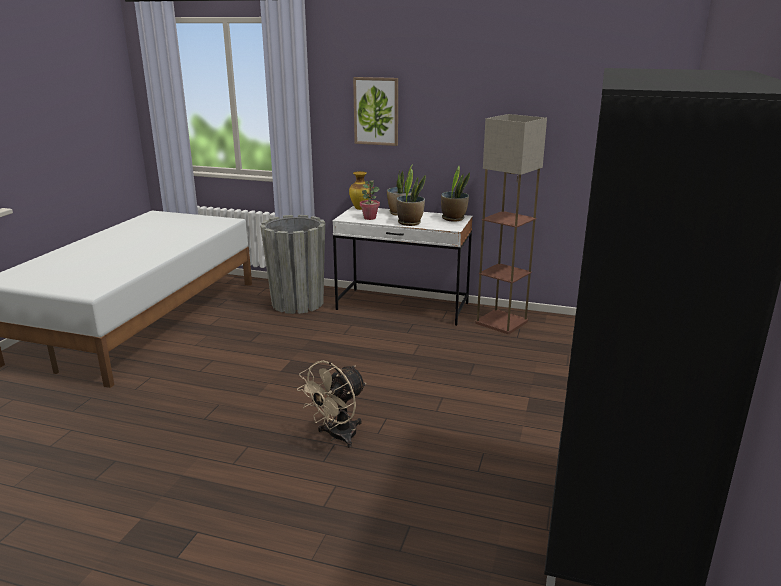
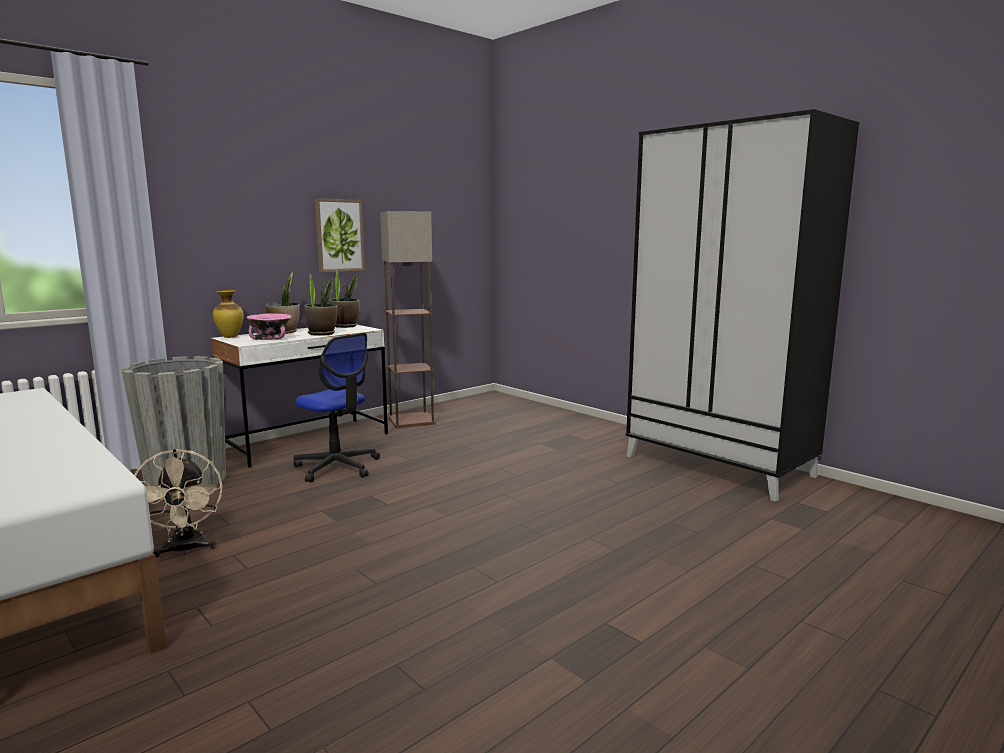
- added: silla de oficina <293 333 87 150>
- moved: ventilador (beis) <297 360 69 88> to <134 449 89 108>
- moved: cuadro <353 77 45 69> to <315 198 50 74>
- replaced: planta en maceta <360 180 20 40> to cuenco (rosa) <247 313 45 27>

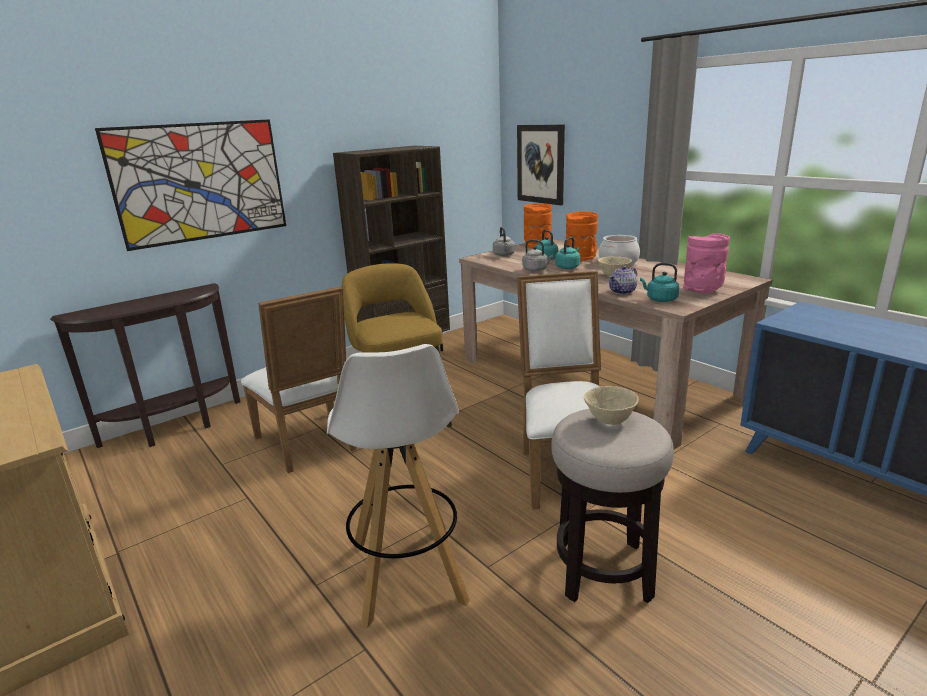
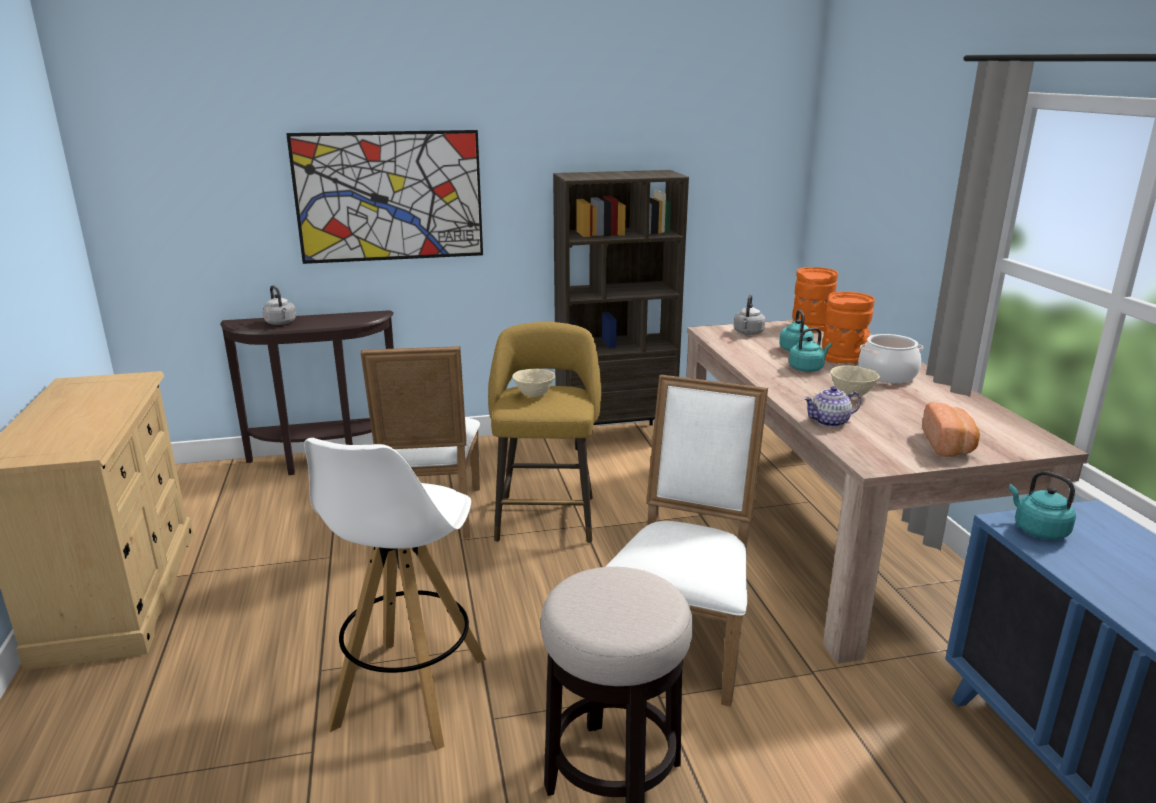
- removed: cuadro <517 125 48 80>
- moved: hervidor (gris) <523 240 30 31> to <263 285 33 40>
- moved: cuenco (beis) <584 386 54 39> to <512 369 43 28>
- moved: hervidor (turquesa) <640 263 39 39> to <1009 471 67 69>
- replaced: florero (rosa) <683 233 47 61> to pan <922 402 58 55>

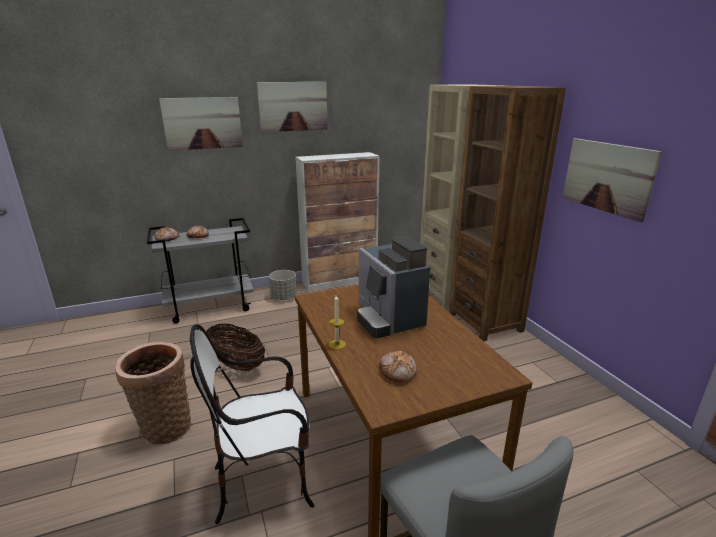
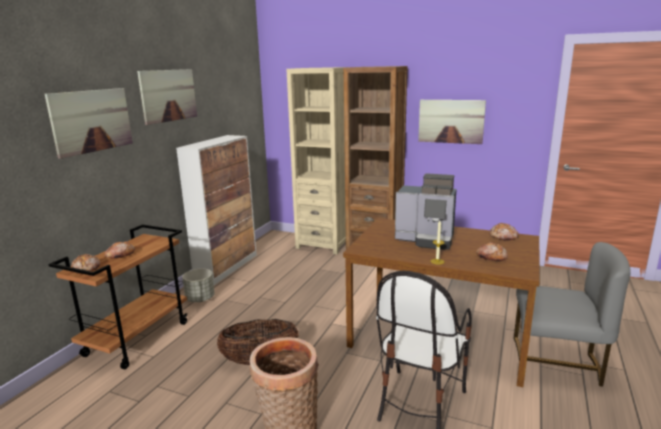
- added: pan <489 223 30 18>
- recoloured: carrito (gris) <147 218 107 106> to carrito (marrón) <48 224 139 145>

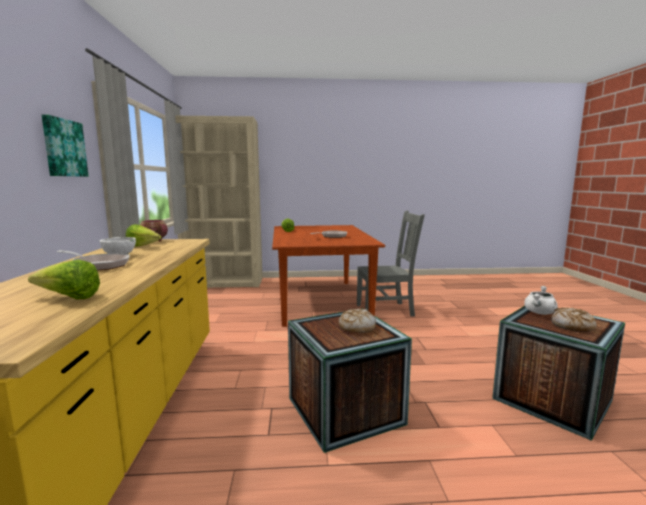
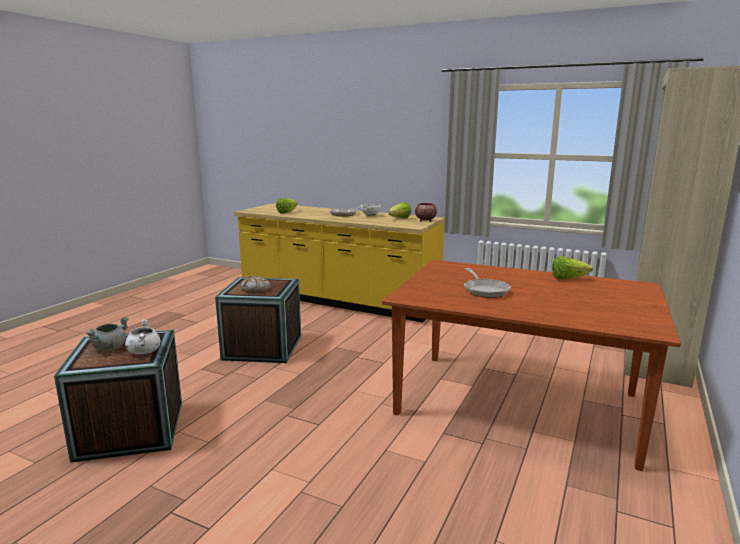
- removed: cuadro <42 115 47 62>
- removed: silla (gris) <357 211 68 106>
- replaced: pan <551 307 45 25> to olla (gris) <86 317 43 34>

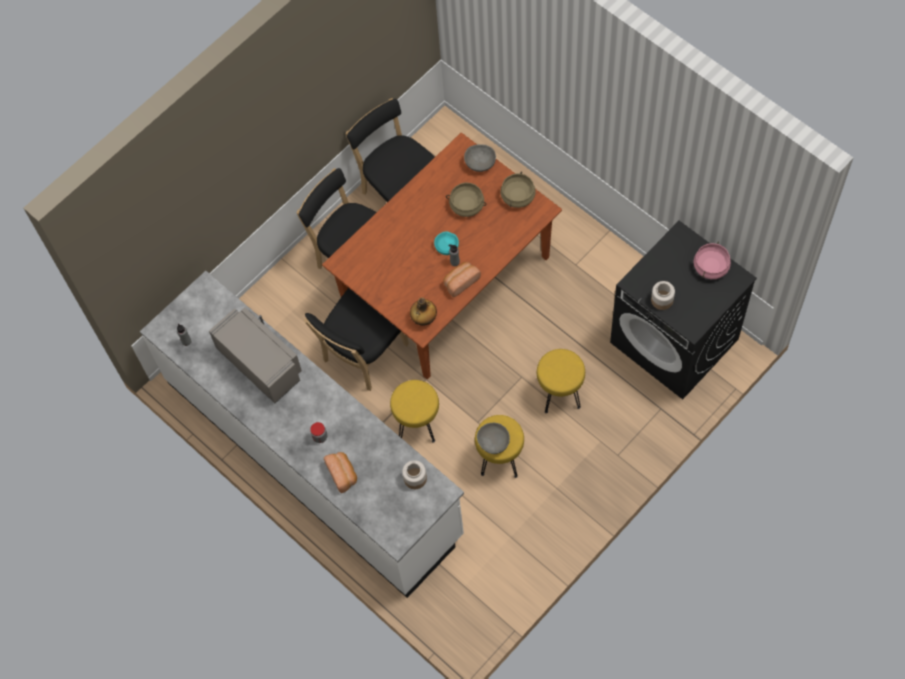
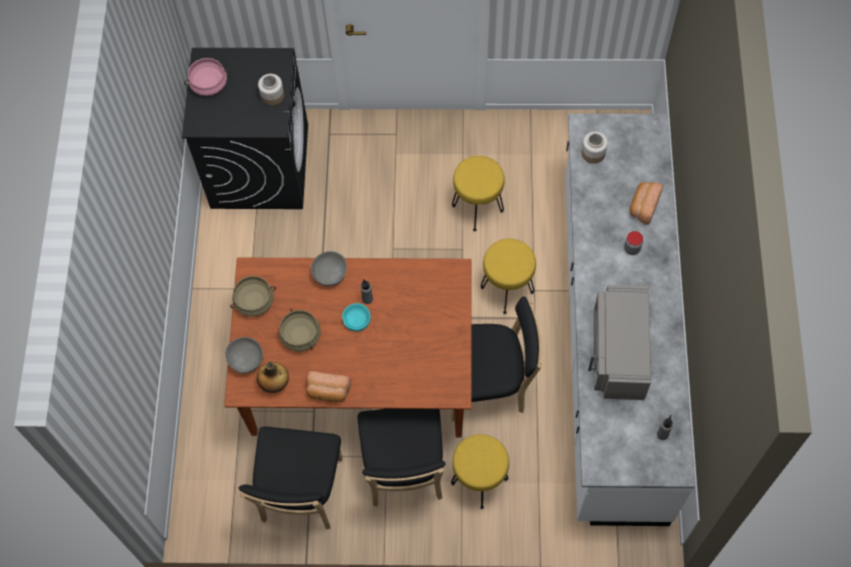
- moved: botella <410 297 27 29> to <257 361 32 32>
- moved: pan <443 262 38 35> to <307 371 44 32>
- moved: cuenco (gris) <477 423 33 31> to <311 251 36 35>
- moved: taburete (amarillo) <537 349 48 64> to <451 434 58 75>

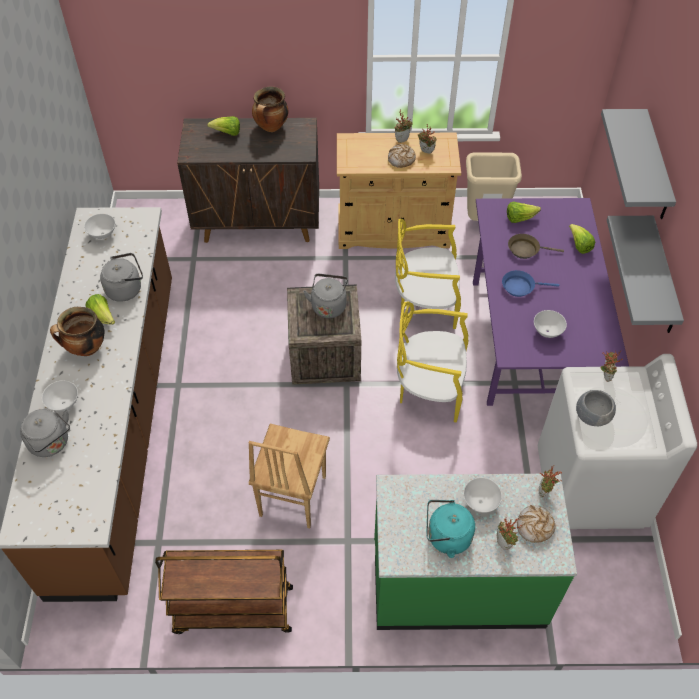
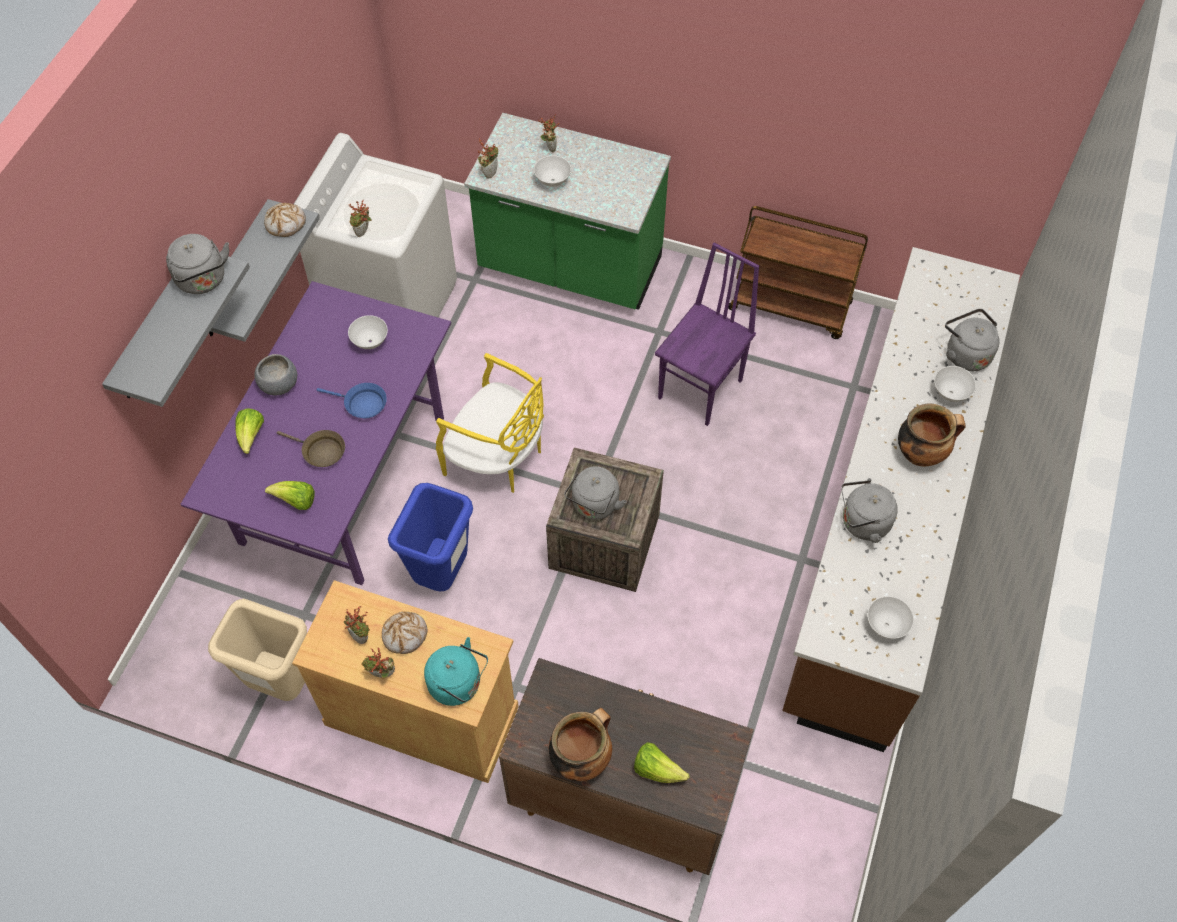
- removed: lechuga <85 294 30 30>
- added: hervidor (gris) <166 234 63 60>
- moved: hervidor (turquesa) <426 500 49 58> to <424 637 64 69>
- moved: pan <517 505 38 38> to <264 203 42 34>
- moved: cuenco (gris) <576 390 40 36> to <254 354 43 42>
- replaced: silla (amarillo) <395 219 66 110> to papelera (azul) <388 483 85 109>
- recoloured: silla (marrón) <248 424 82 104> to silla (morado) <655 243 104 183>

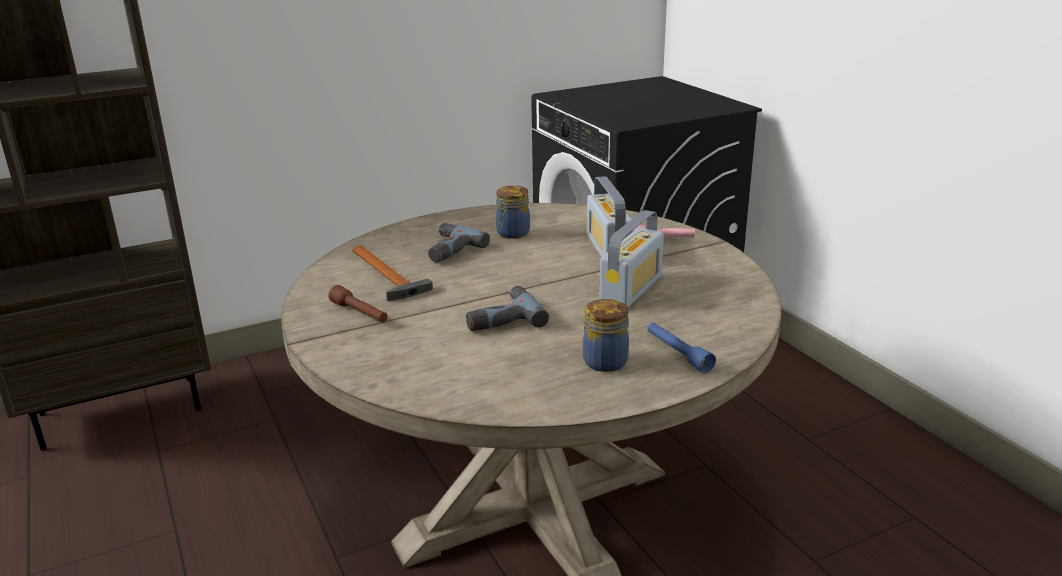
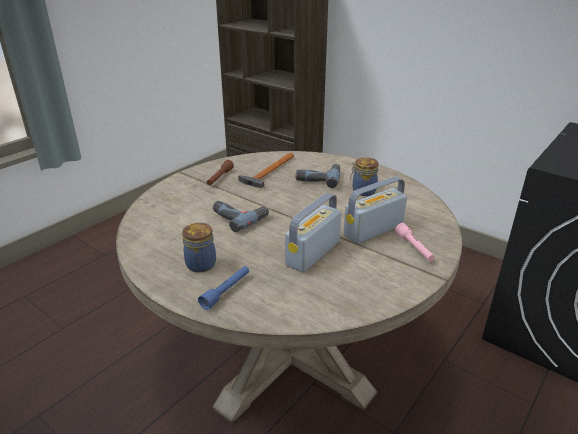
- turned: radio <599 210 65 97> = <285 193 56 79> 120 degrees clockwise

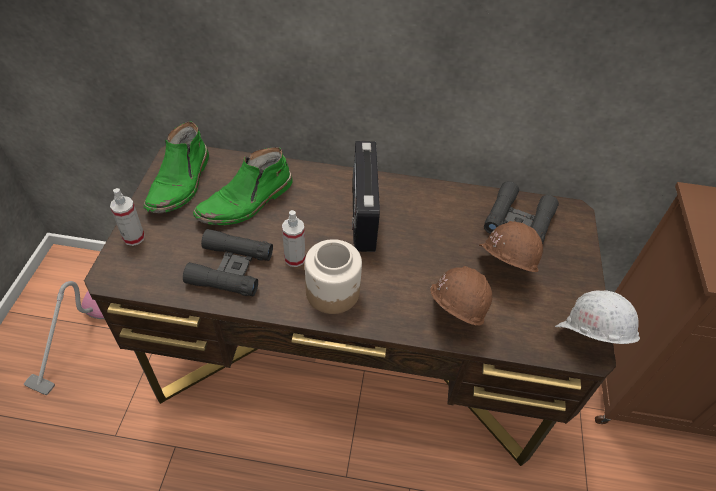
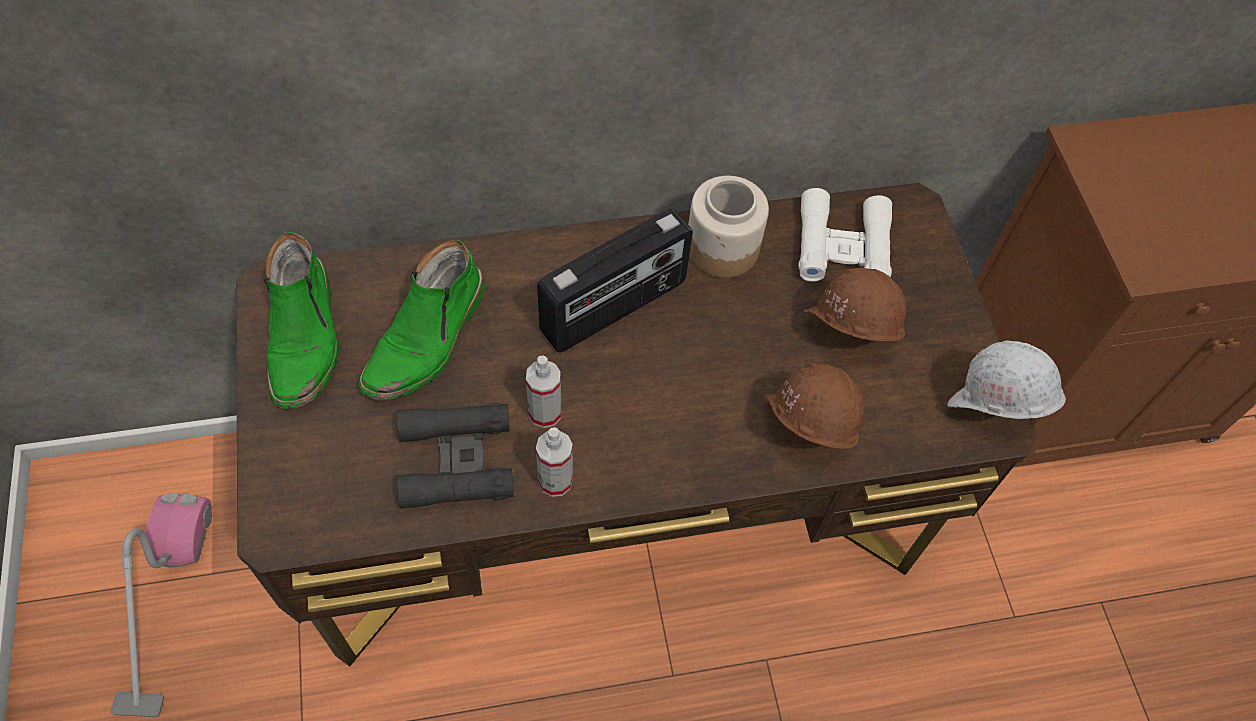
- moved: pulverizador <110 188 35 58> to <536 427 37 70>
- moved: tarro <305 239 57 75> to <688 176 81 102>
- recoloured: prismáticos (negro) <484 181 75 63> to prismáticos (blanco) <798 188 94 94>
- turned: radio <352 141 28 111> = <537 208 156 144> 105 degrees counterclockwise

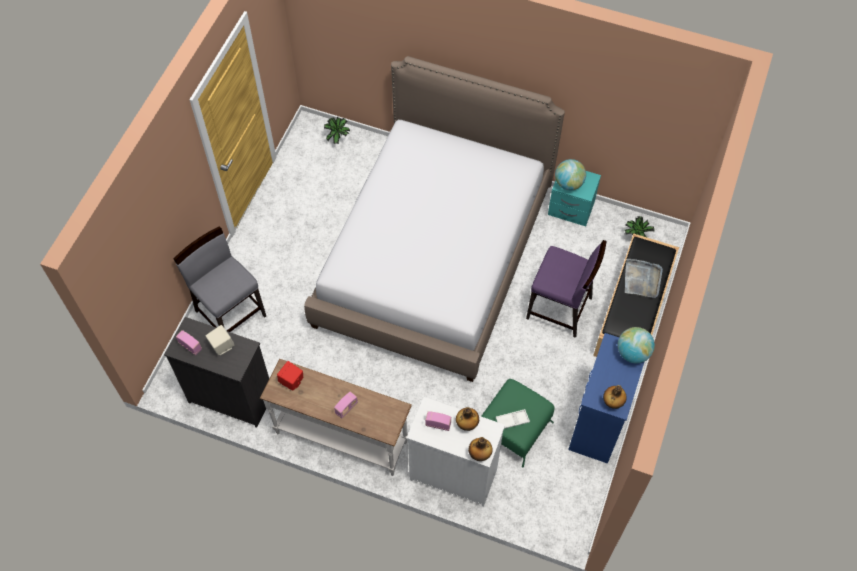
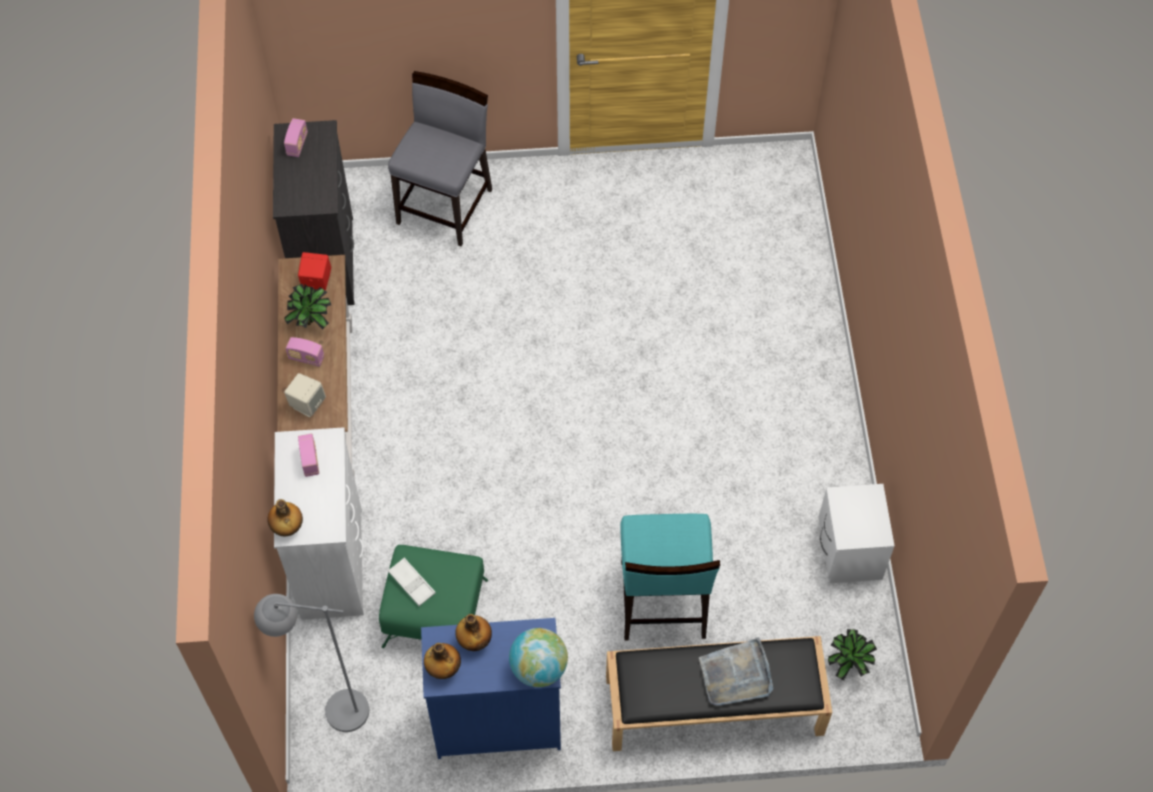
- removed: cama <304 56 261 326>
- removed: globo terráqueo <555 159 31 31>
- added: lámpara de pie (gris) <254 594 115 138>
- moved: altavoz (beis) <206 325 28 30> to <284 373 42 44>
- moved: planta en maceta <324 116 26 28> to <284 284 47 46>
- moved: botella <456 407 23 24> to <455 614 37 37>
- recoloured: silla (morado) <526 240 81 98> to silla (turquesa) <620 514 100 127>
- recoloured: mesita de noche (turquesa) <548 171 53 55> to mesita de noche (blanco) <818 484 77 99>

